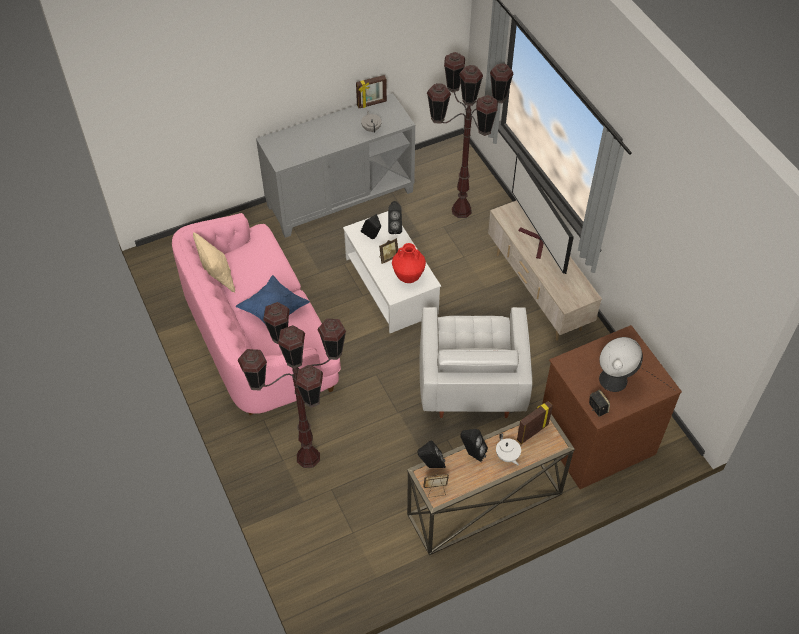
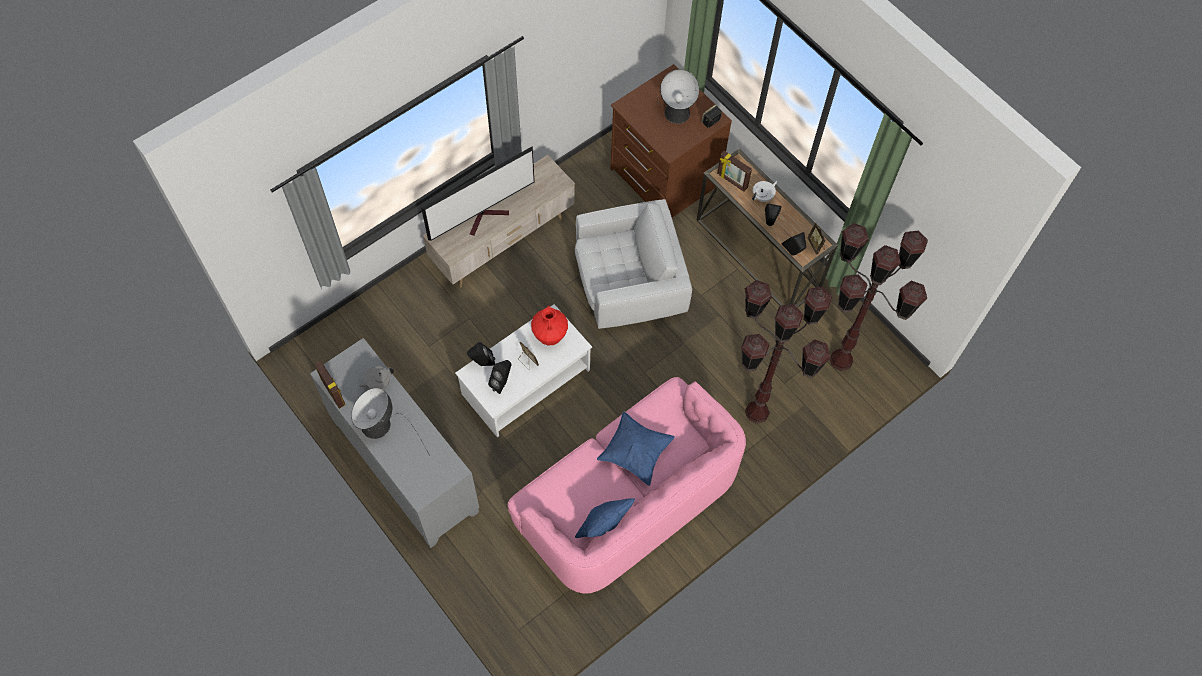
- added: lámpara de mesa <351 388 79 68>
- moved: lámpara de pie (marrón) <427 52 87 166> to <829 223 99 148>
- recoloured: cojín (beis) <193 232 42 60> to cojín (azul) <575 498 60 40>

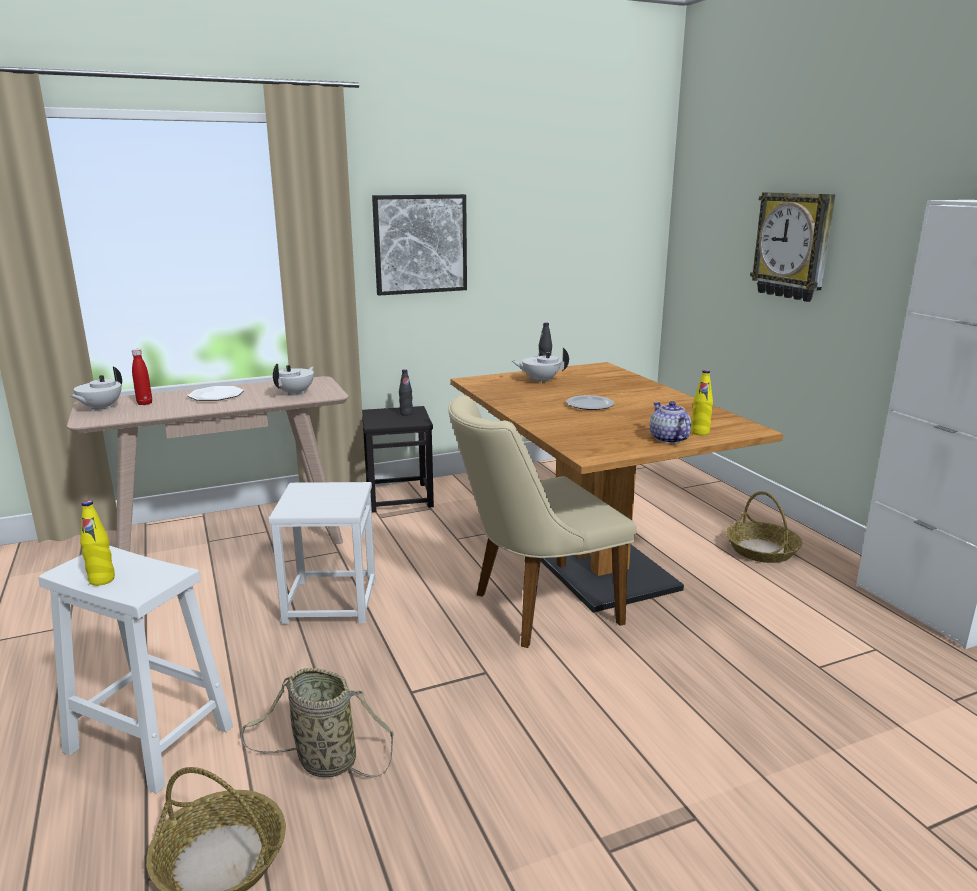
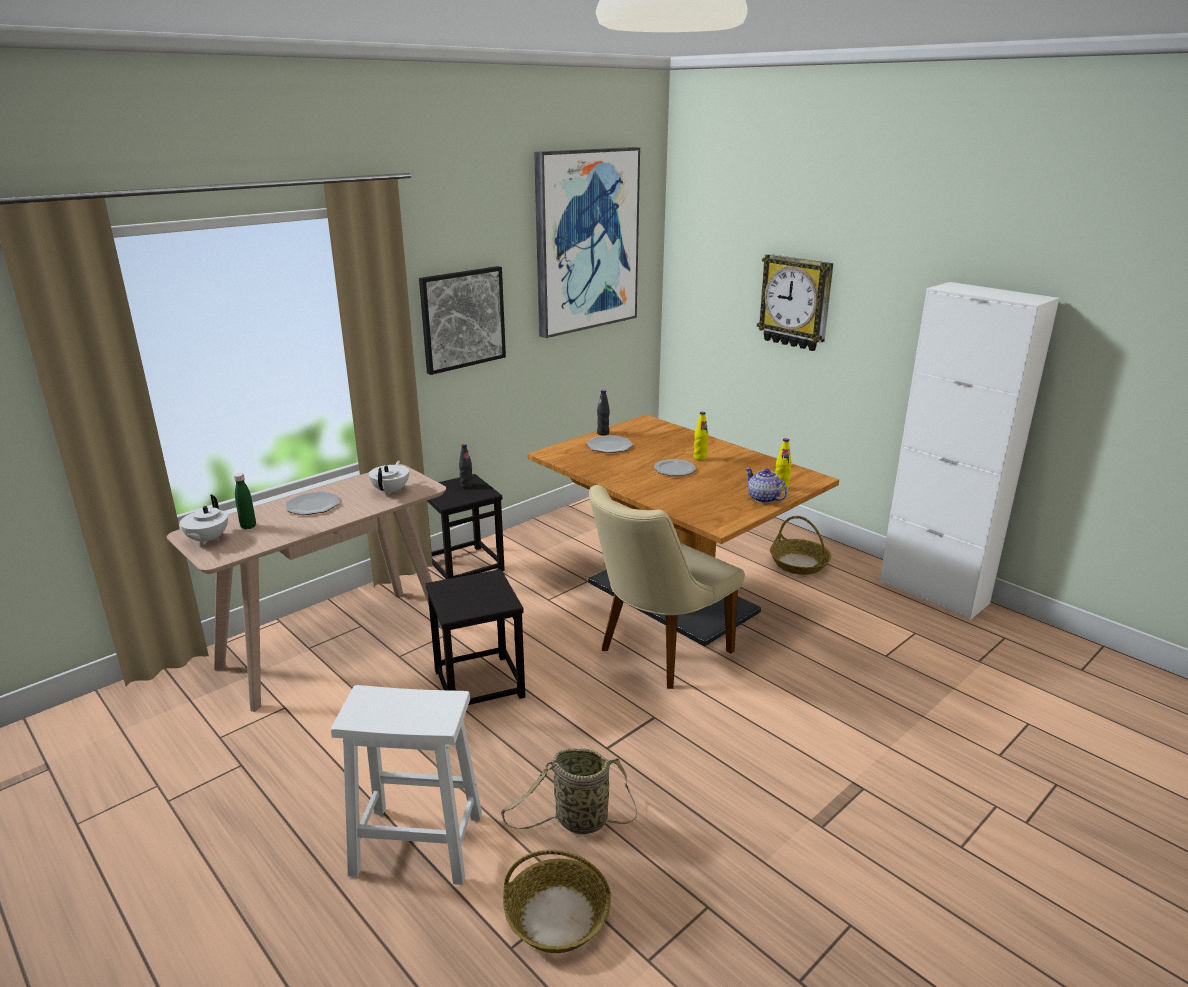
- added: cuadro <534 147 106 191>
- moved: botella (amarillo) <80 500 35 86> to <694 412 15 49>
- replaced: tetera (blanco) <512 348 57 35> to plato <586 435 47 18>
- recoloured: botella (rojo) <132 349 20 56> to botella (verde) <234 473 22 56>
- recoloured: taburete (blanco) <268 482 108 142> to taburete (negro) <426 569 99 136>

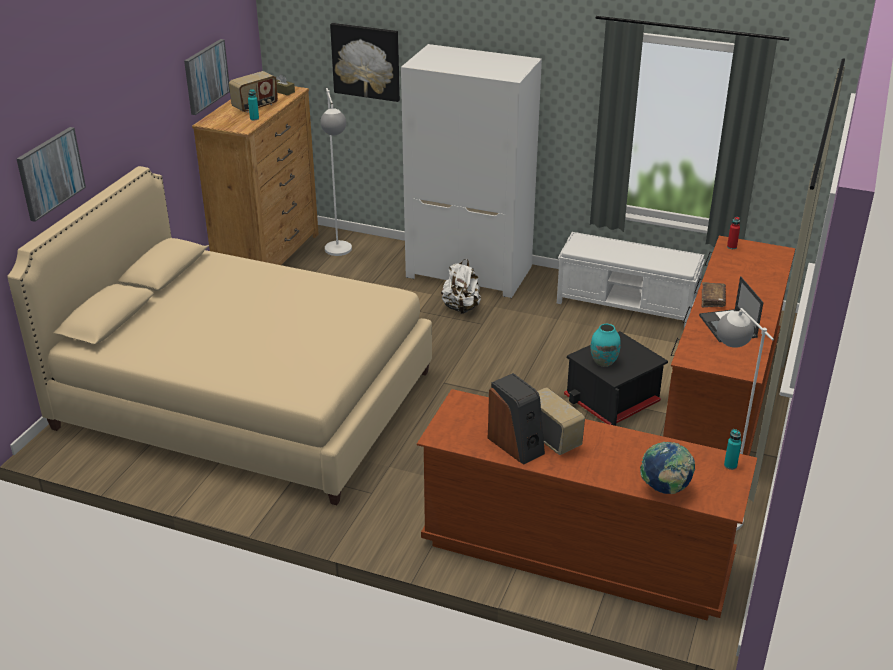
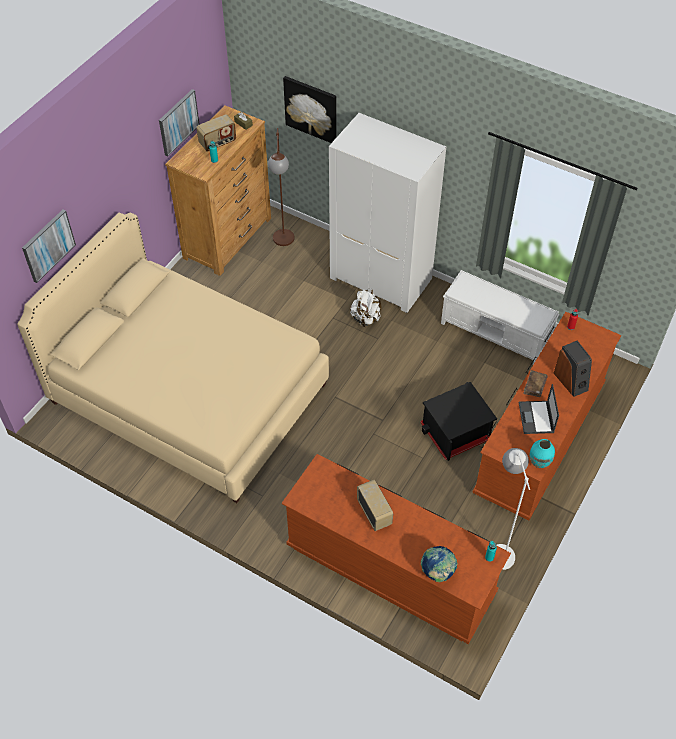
- moved: altavoz <488 373 57 92> to <554 341 38 56>
- moved: florero (turquesa) <590 324 31 43> to <530 439 25 29>
- recoloured: lámpara de pie (blanco) <320 88 32 168> to lámpara de pie (marrón) <268 128 26 118>

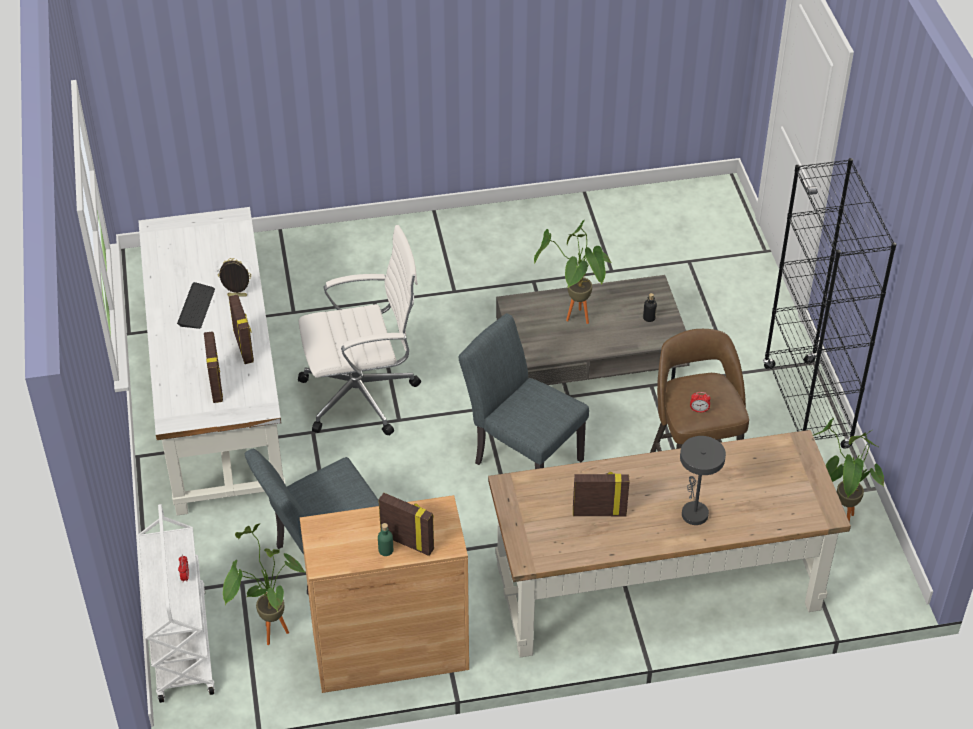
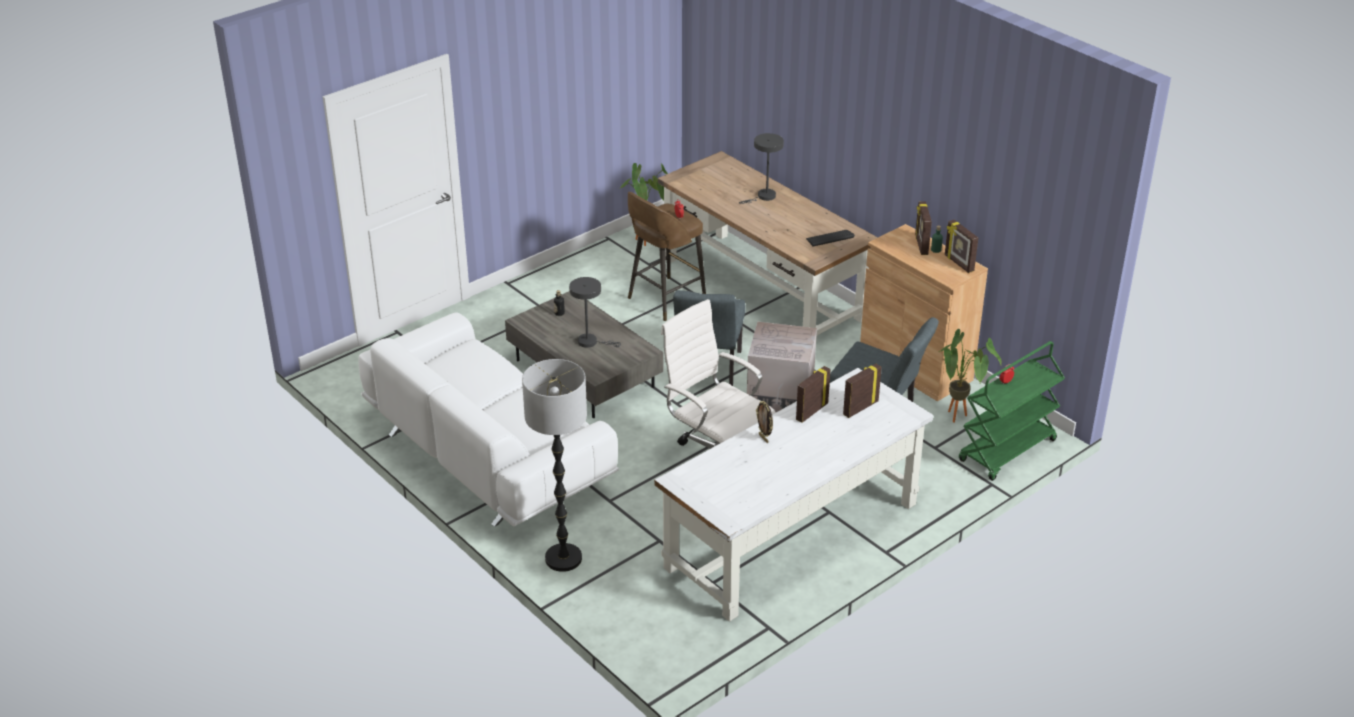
- removed: estantería (negro) <763 158 133 291>
- added: sofá (blanco) <358 312 261 215>
- added: lámpara de pie <522 359 65 213>
- added: caja de cartón <747 322 70 90>
- moved: teclado <177 282 38 47> to <806 230 49 16>
- moved: portarretratos <573 472 56 44> to <945 220 33 53>
- replaced: planta en maceta <534 220 79 104> to lámpara de mesa (gris) <569 277 52 71>
- recoloured: carrito (blanco) <138 504 77 199> to carrito (verde) <959 341 106 140>

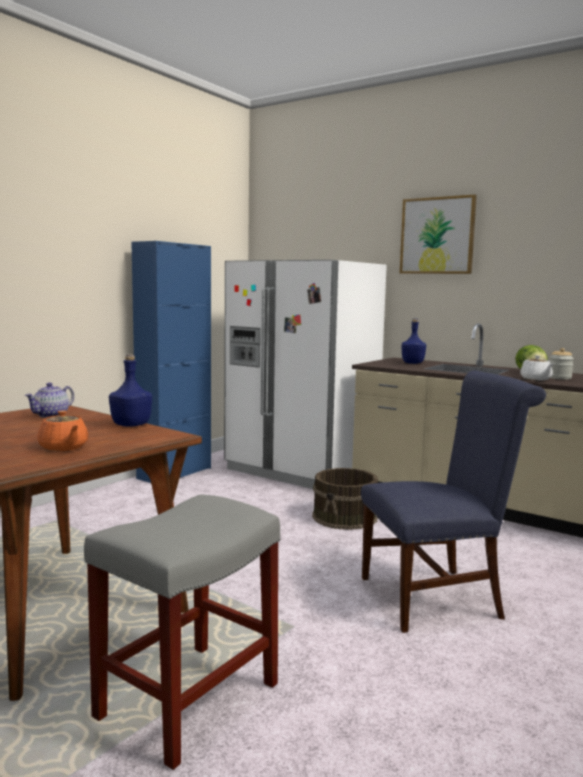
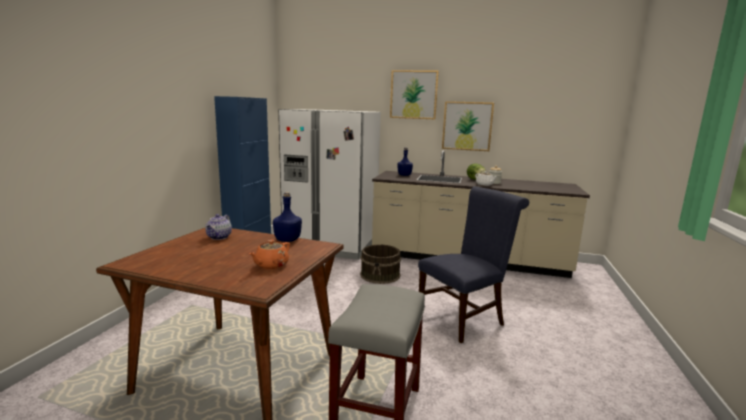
- added: cuadro <442 101 52 50>
- turned: tetera (naranja) <37 410 52 41> = <249 240 41 29> 90 degrees clockwise

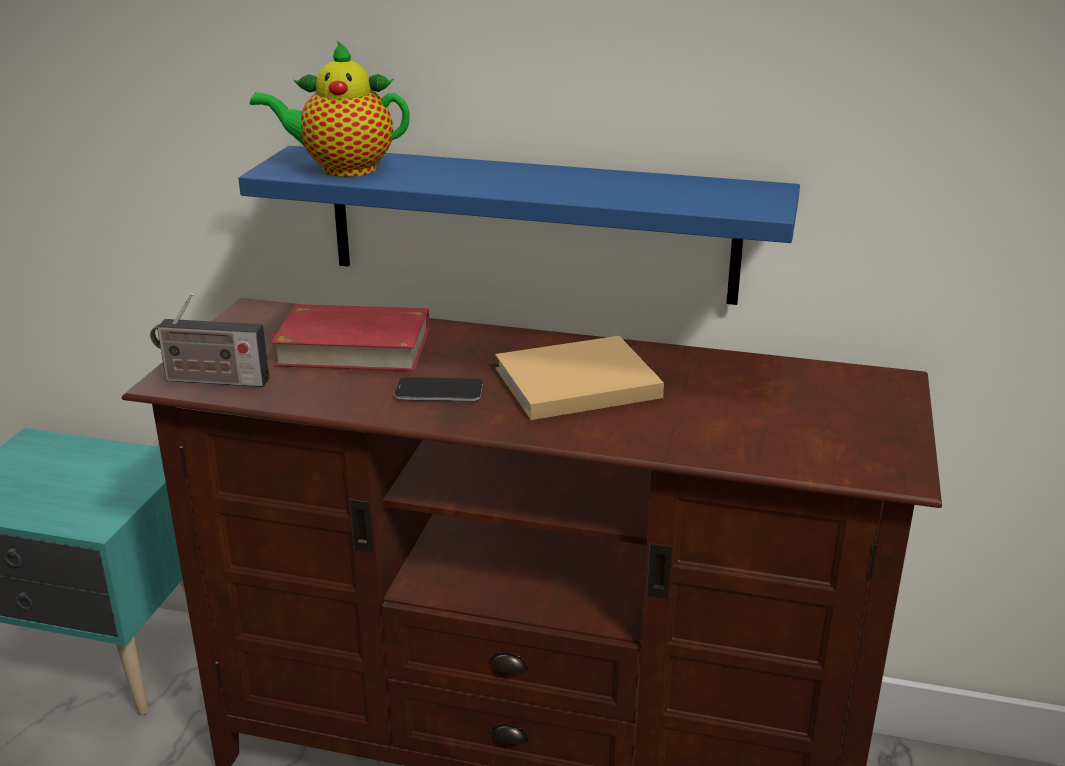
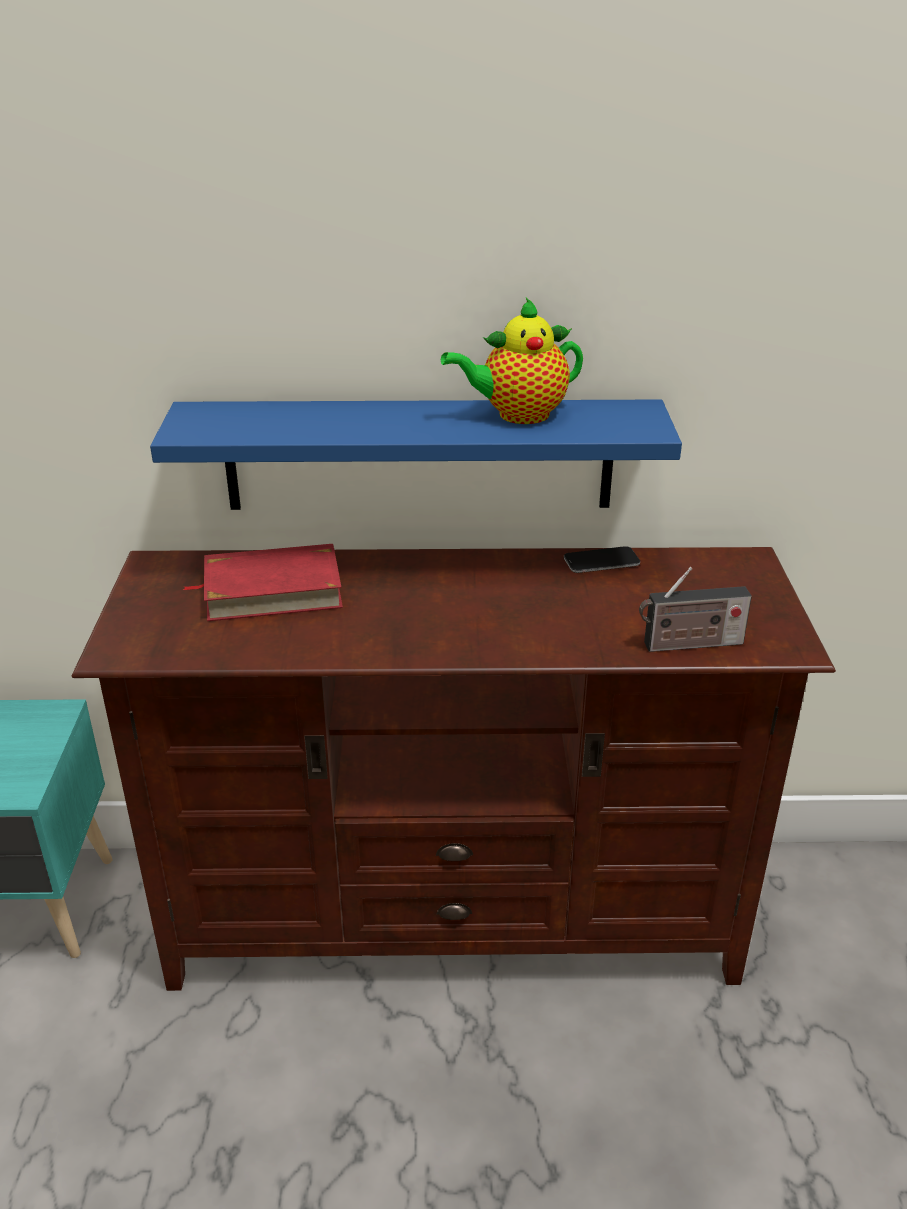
- removed: libro (beis) <495 336 169 84>
- moved: radio <150 293 119 94> to <639 567 113 85>
- moved: tetera <250 41 160 136> to <441 298 142 126>
- moved: móvil <394 377 89 24> to <564 546 76 27>

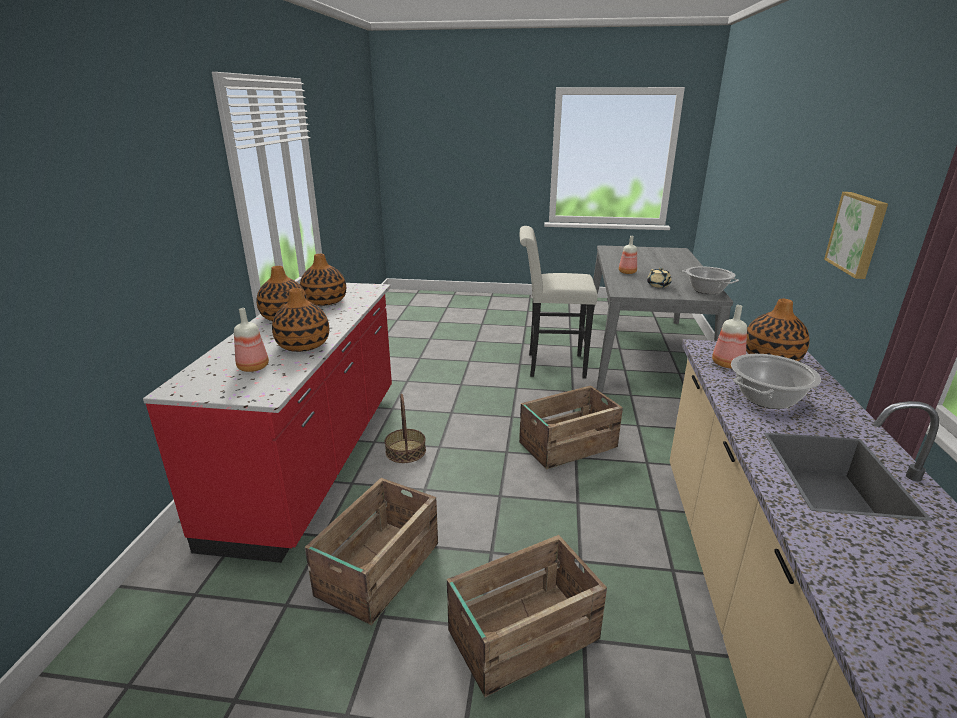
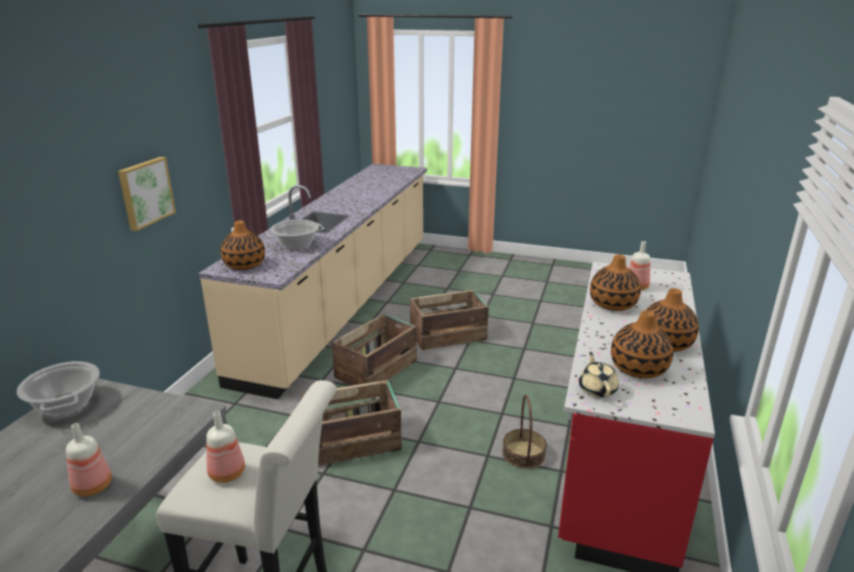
- moved: caja de embalaje <305 478 133 147> to <332 314 85 72>
- moved: tetera (beis) <647 268 25 20> to <579 352 40 46>
- moved: botella <712 305 35 63> to <206 411 39 72>

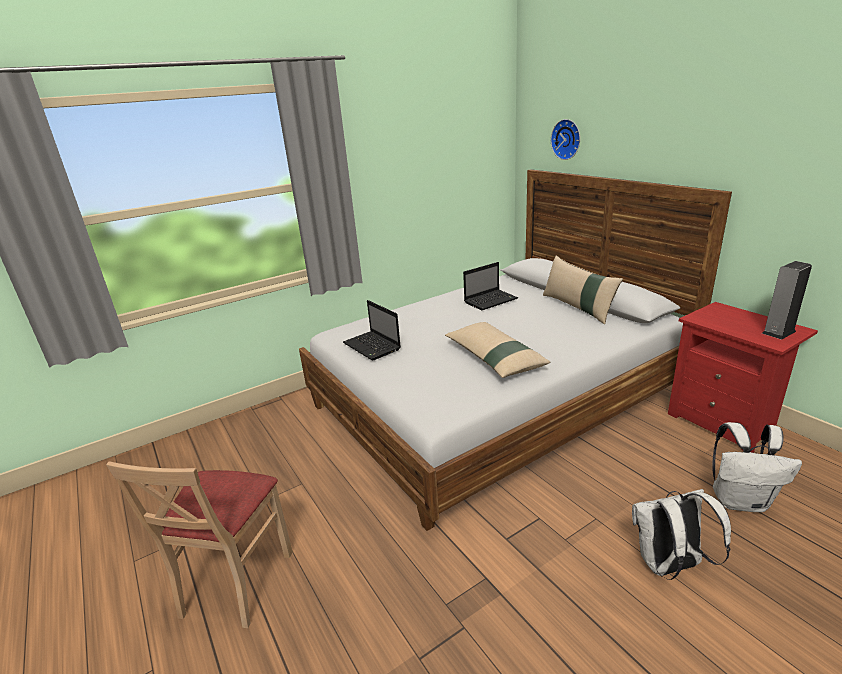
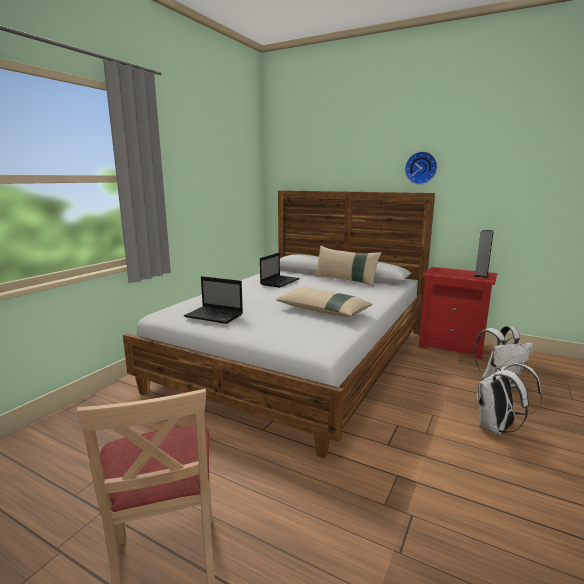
- moved: reloj de pared <551 119 29 41> to <405 151 32 34>

